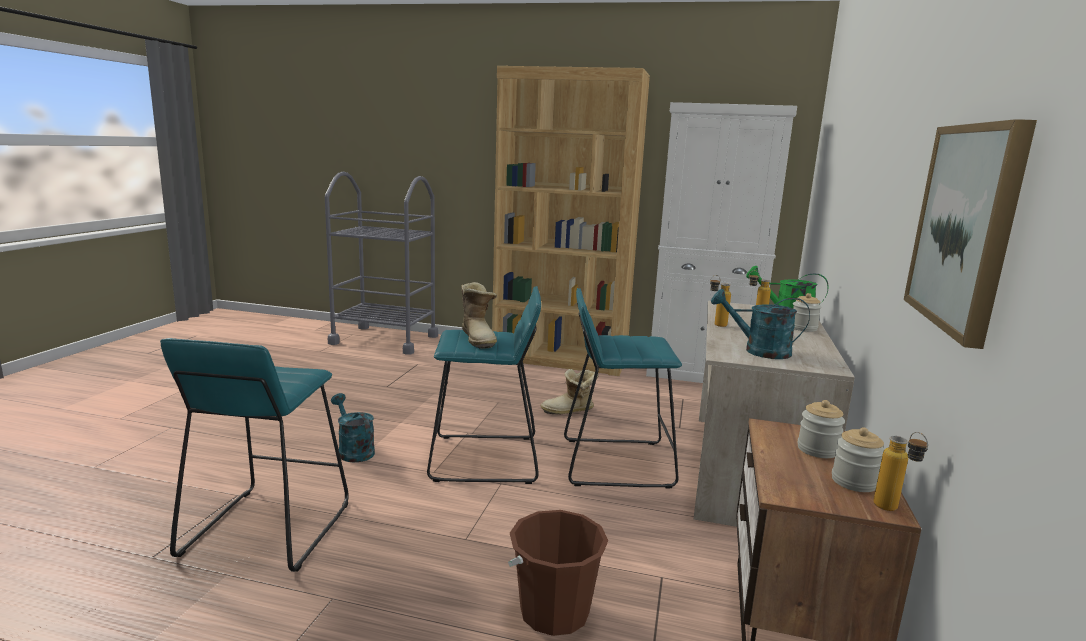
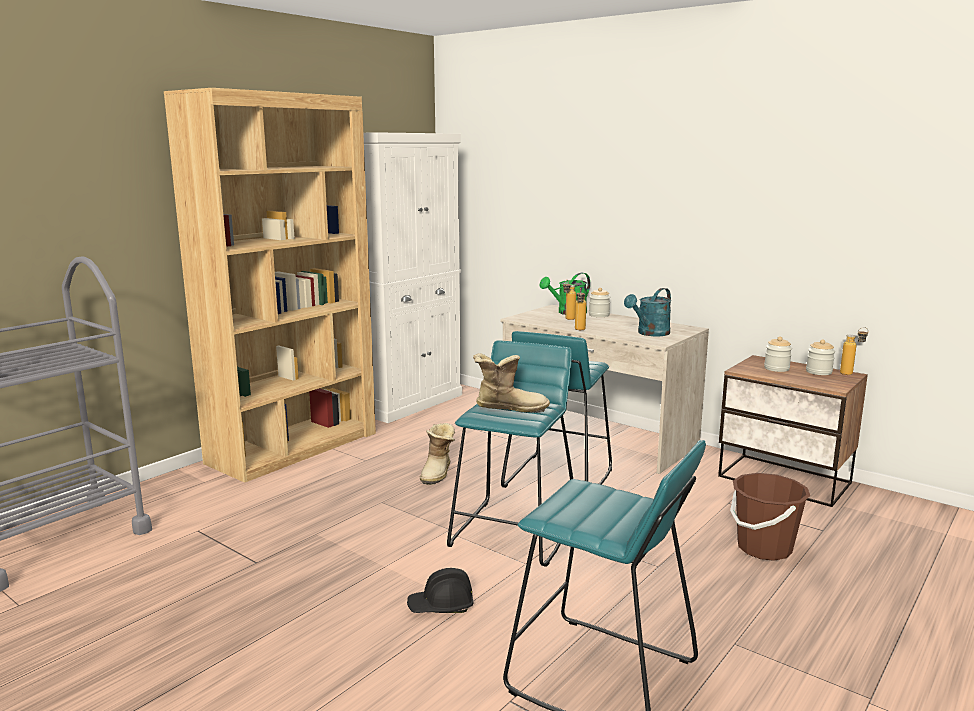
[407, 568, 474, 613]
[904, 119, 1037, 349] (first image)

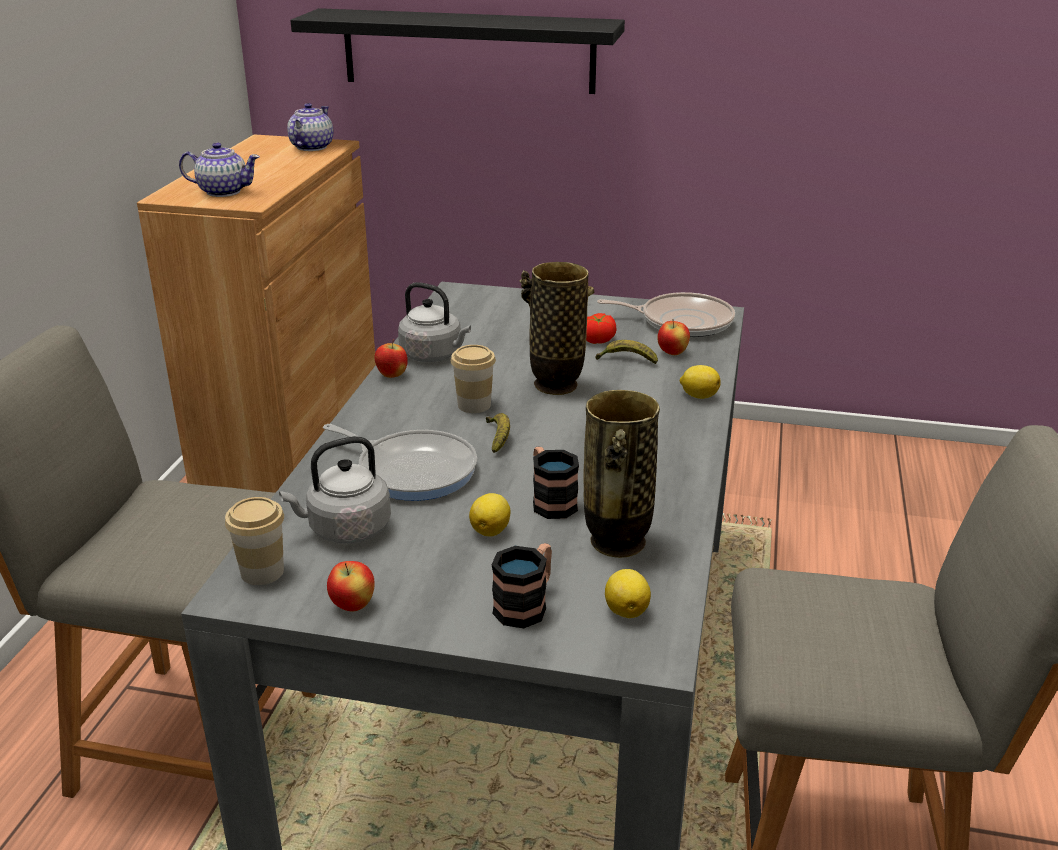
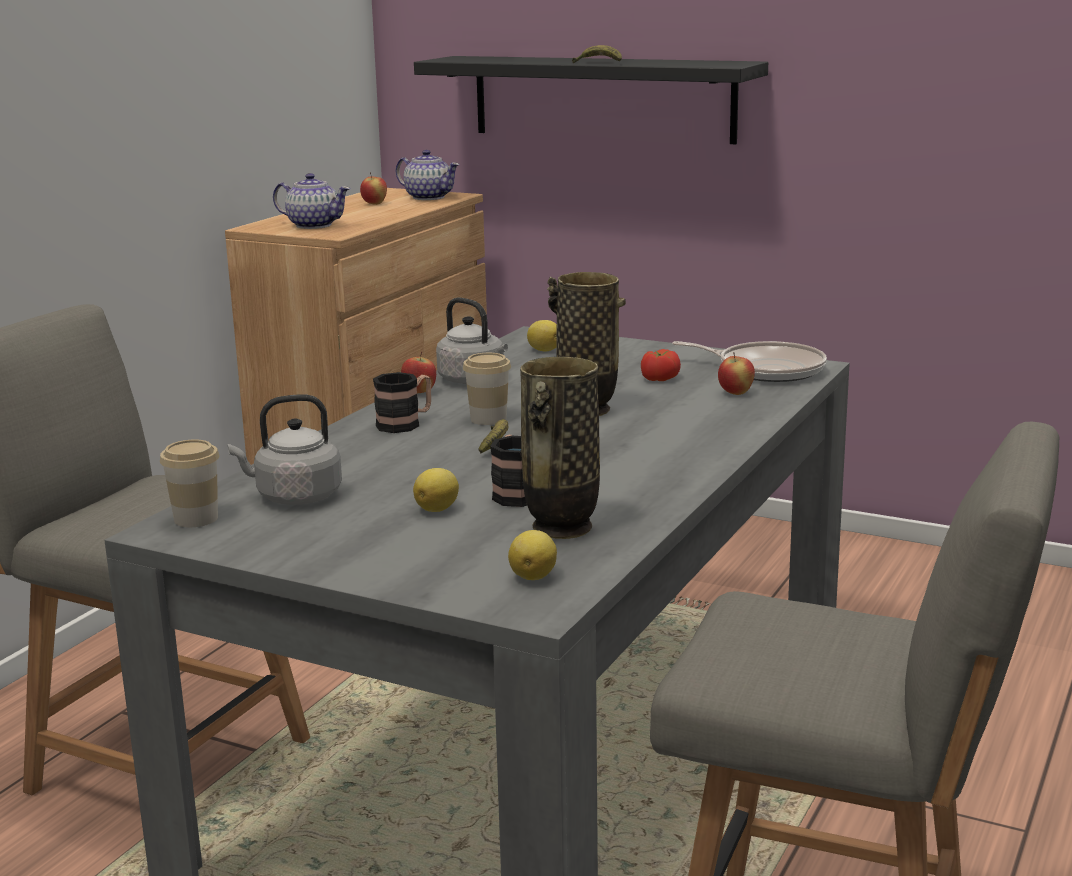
[360, 172, 387, 205]
[373, 372, 431, 433]
[396, 150, 460, 200]
[527, 320, 557, 352]
[572, 45, 622, 63]
[323, 424, 477, 501] (first image)

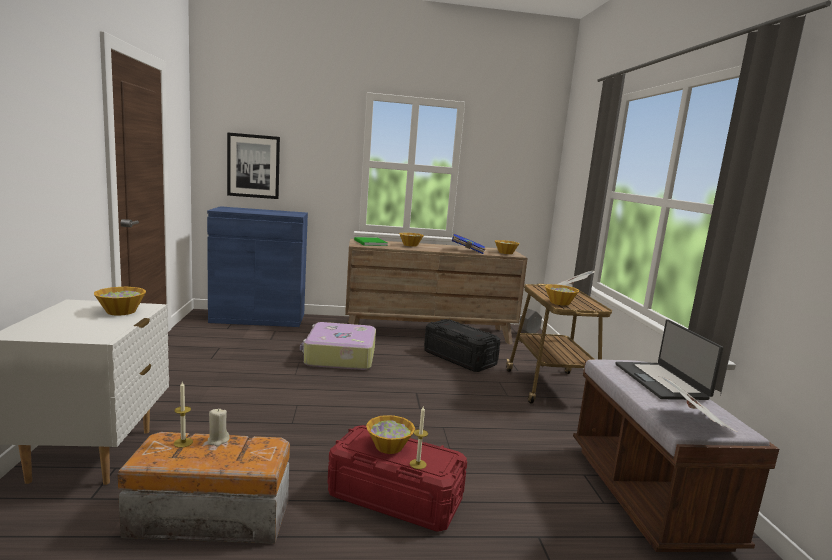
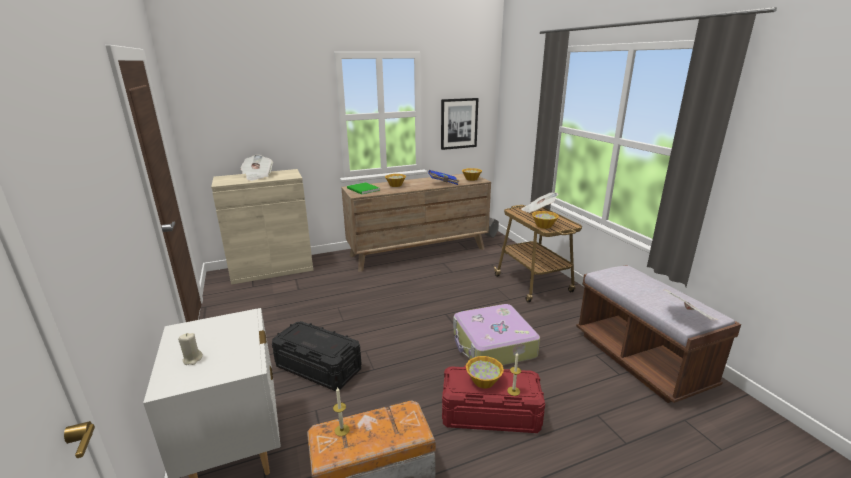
[178, 333, 203, 365]
[211, 169, 313, 285]
[240, 155, 273, 181]
[272, 321, 362, 391]
[441, 98, 479, 150]
[453, 304, 540, 365]
[94, 287, 146, 315] (first image)
[615, 319, 724, 400] (first image)

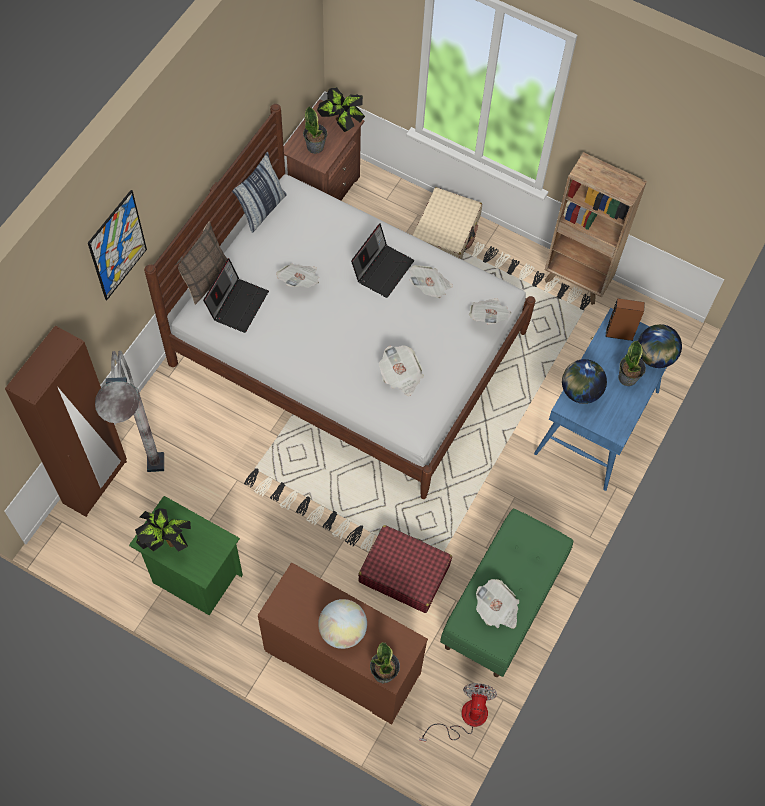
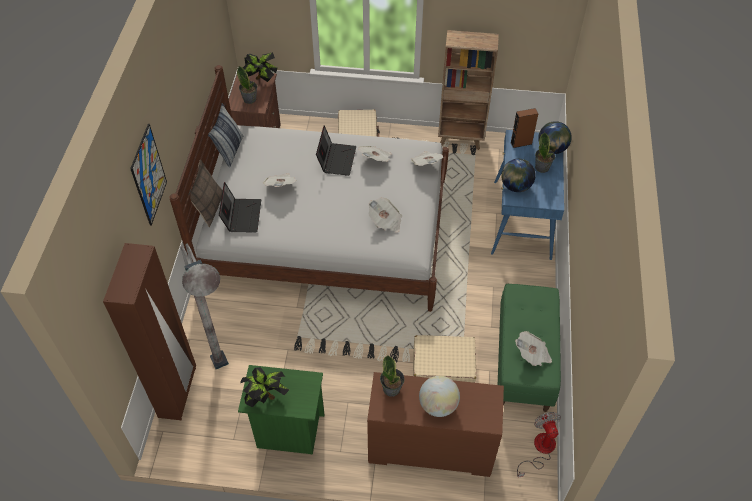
[380, 355, 404, 397]
[413, 335, 476, 383]

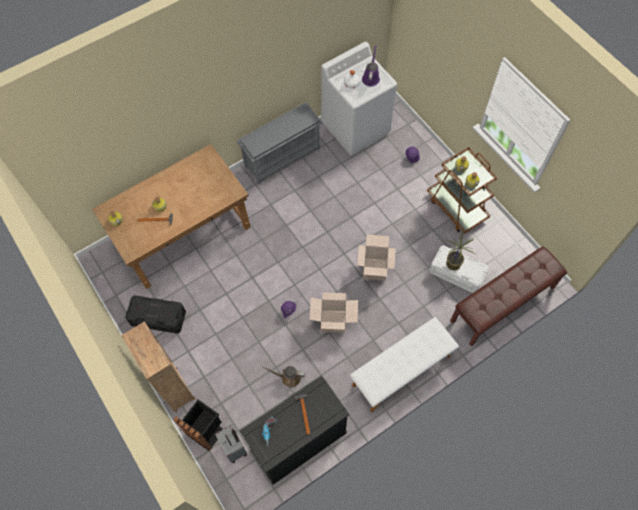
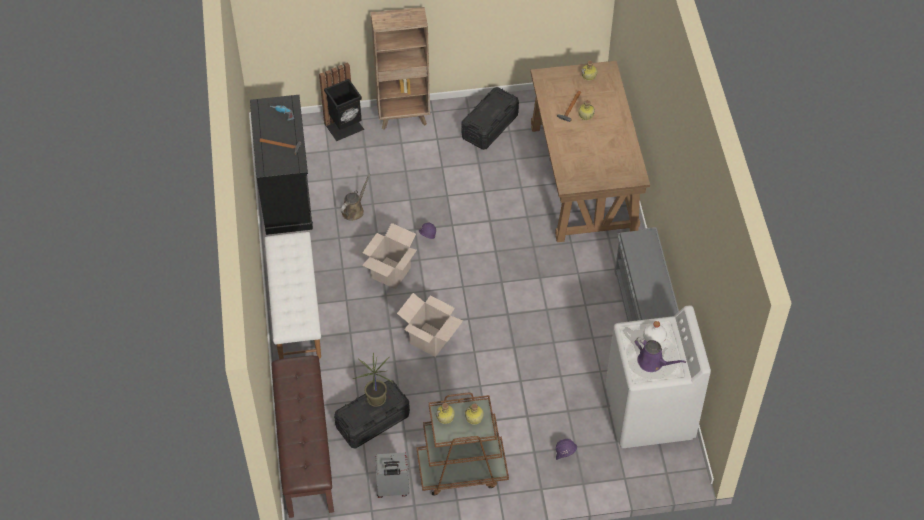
[334, 380, 410, 449]
[375, 452, 410, 498]

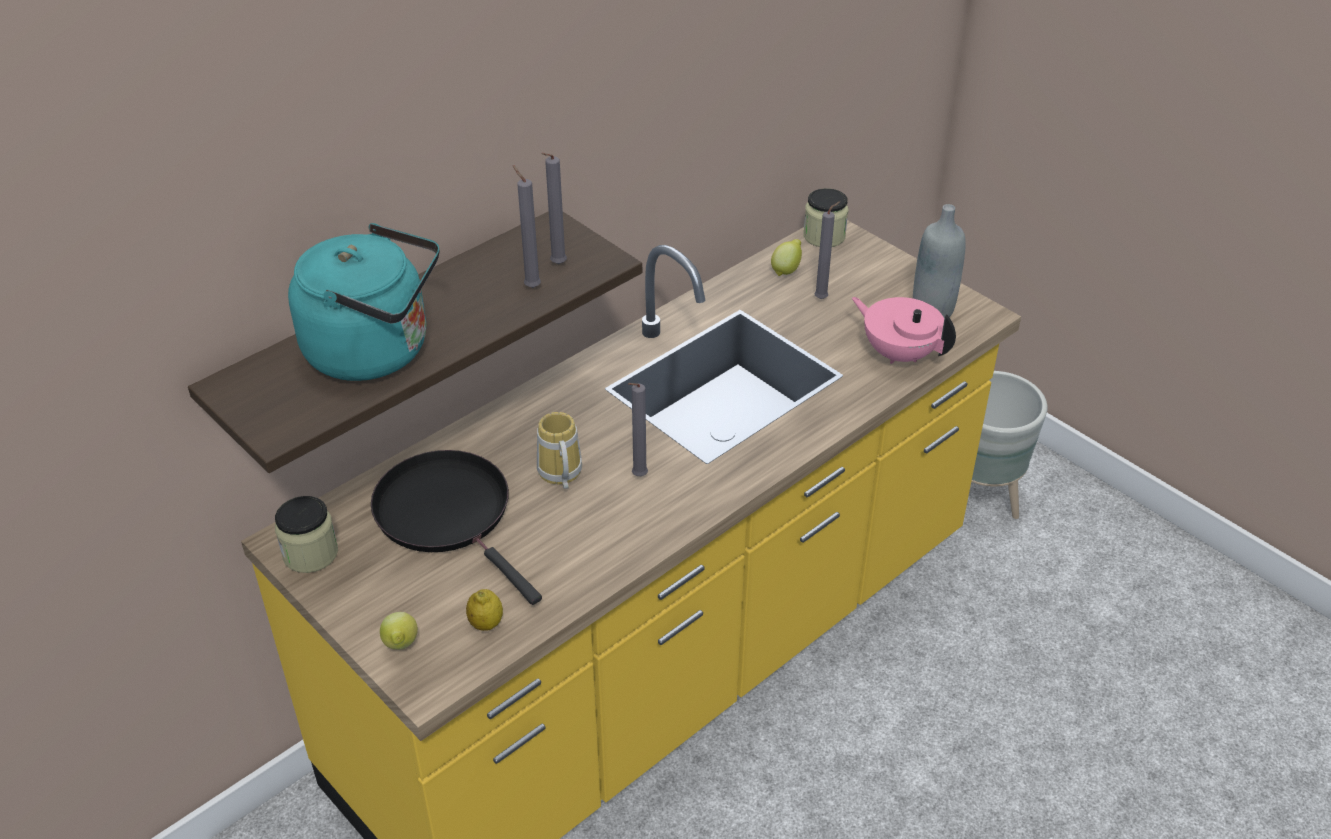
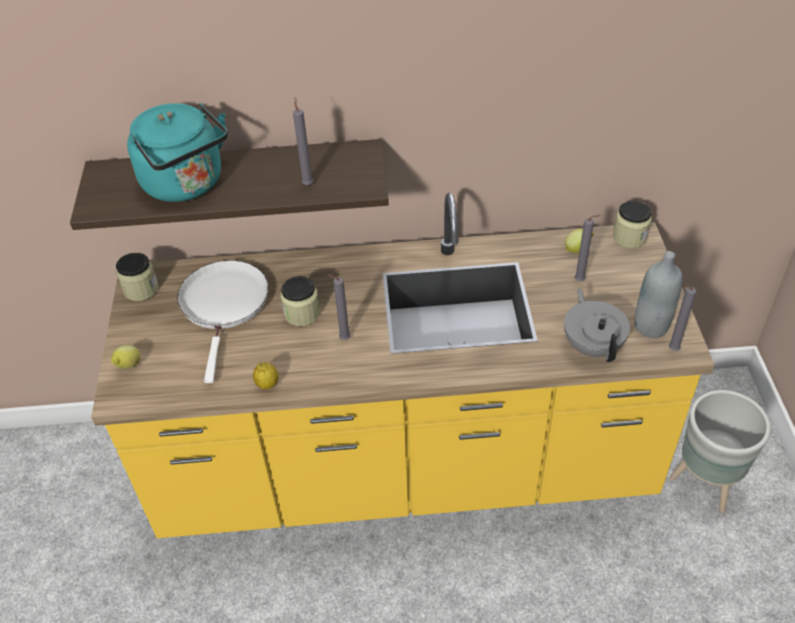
[177, 260, 269, 383]
[253, 362, 278, 389]
[281, 276, 320, 326]
[564, 289, 630, 362]
[669, 285, 696, 351]

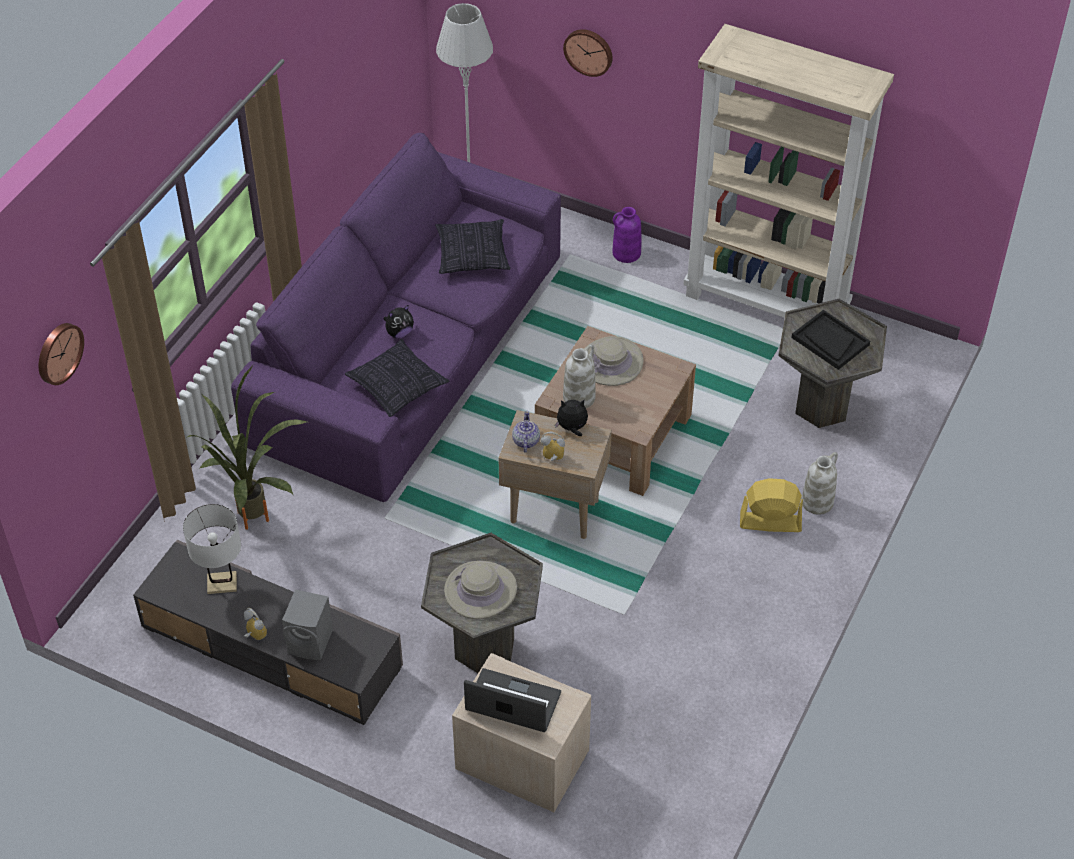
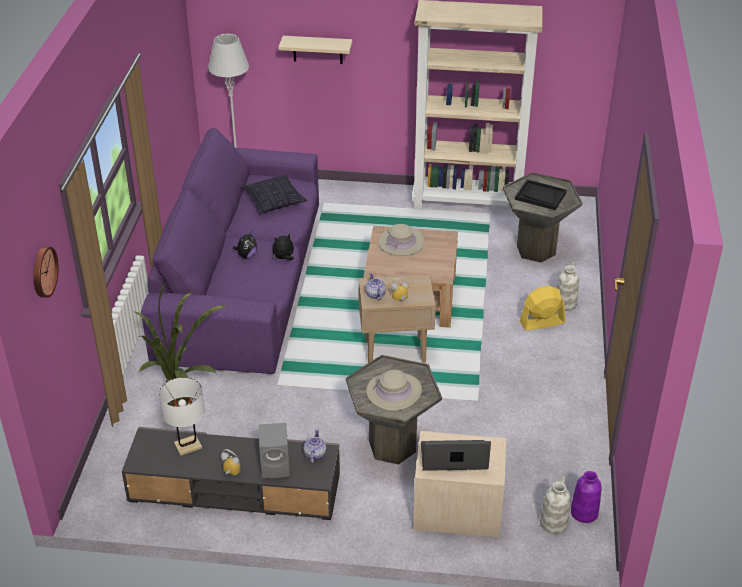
[272, 233, 294, 260]
[278, 36, 353, 64]
[303, 429, 326, 463]
[540, 476, 571, 534]
[571, 471, 602, 523]
[345, 339, 449, 417] (first image)

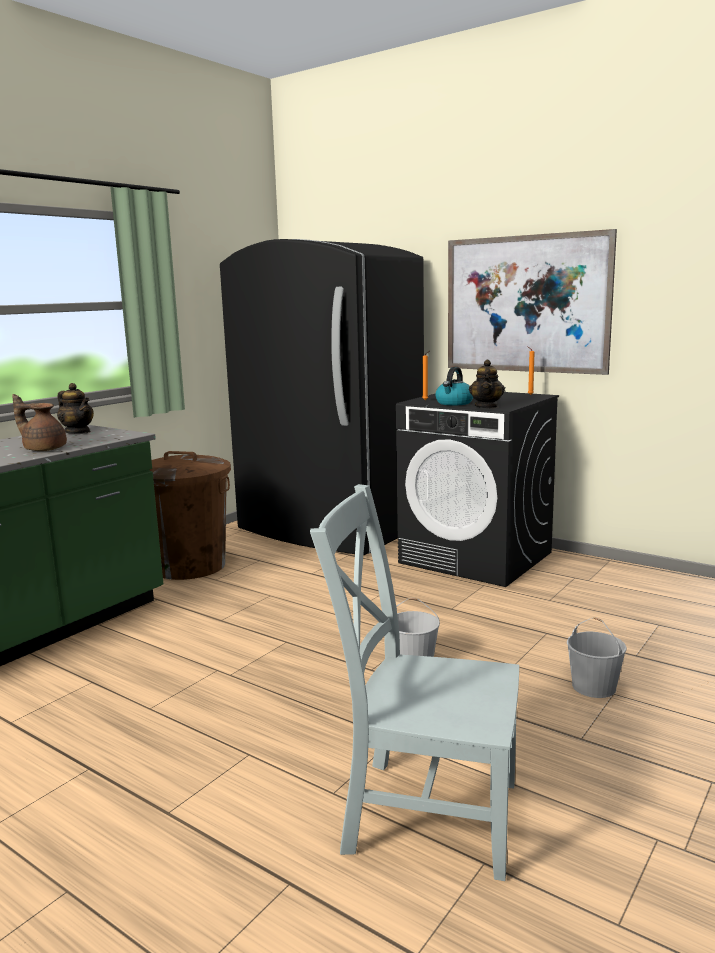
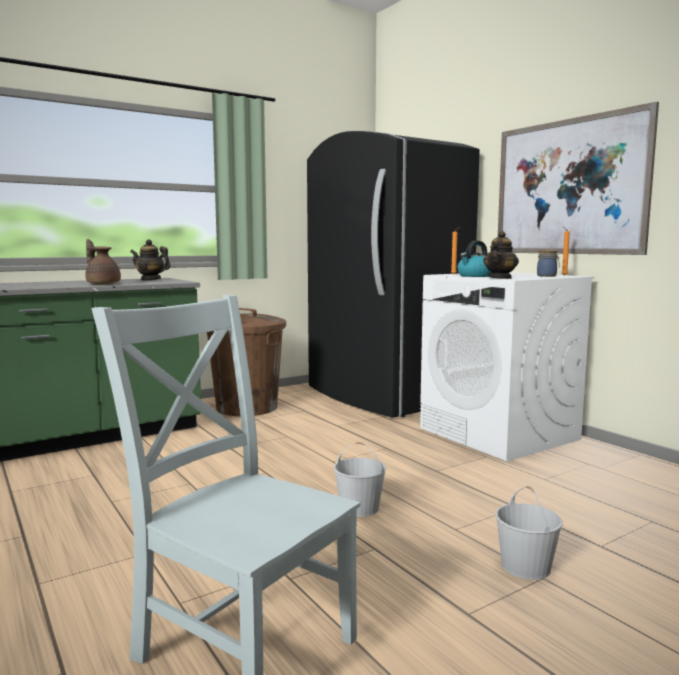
[130, 239, 171, 280]
[420, 272, 594, 461]
[537, 250, 560, 277]

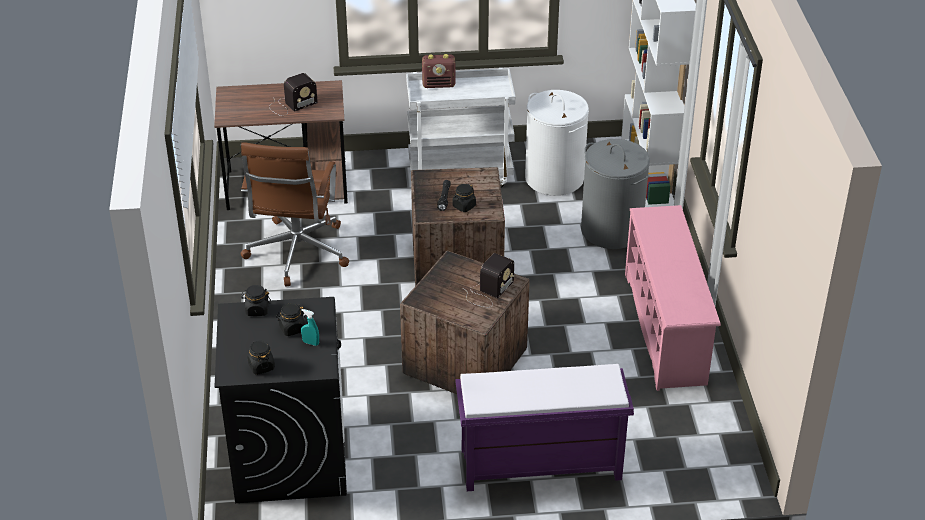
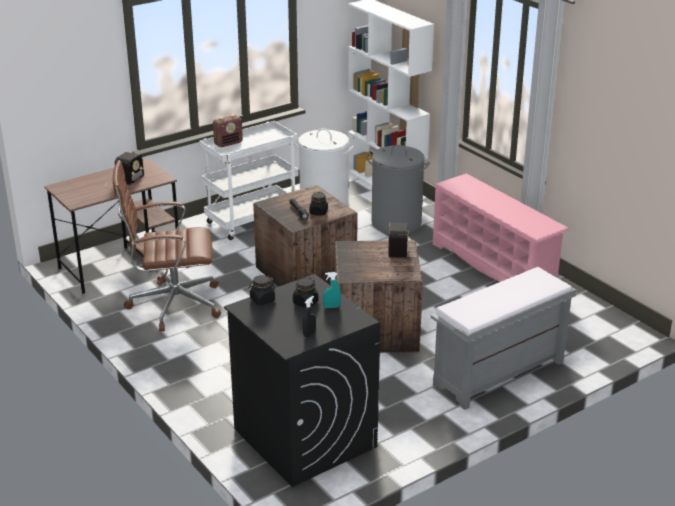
[113, 160, 221, 332]
[303, 296, 316, 337]
[431, 267, 576, 410]

